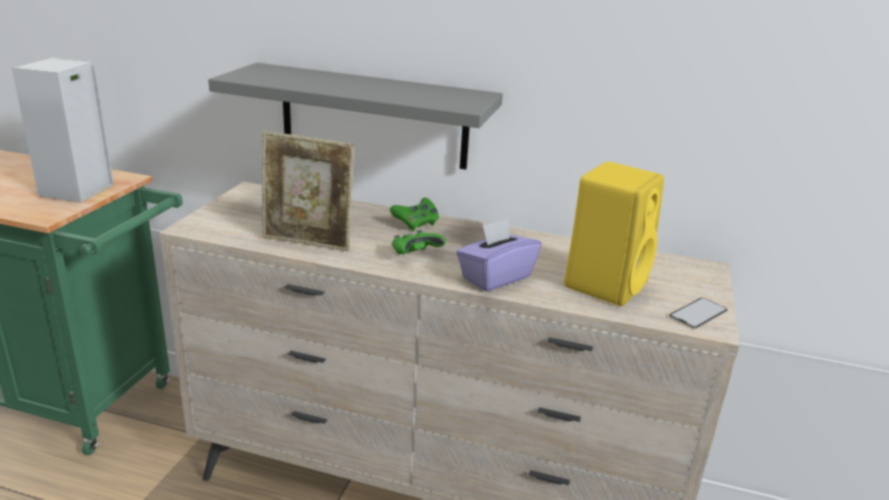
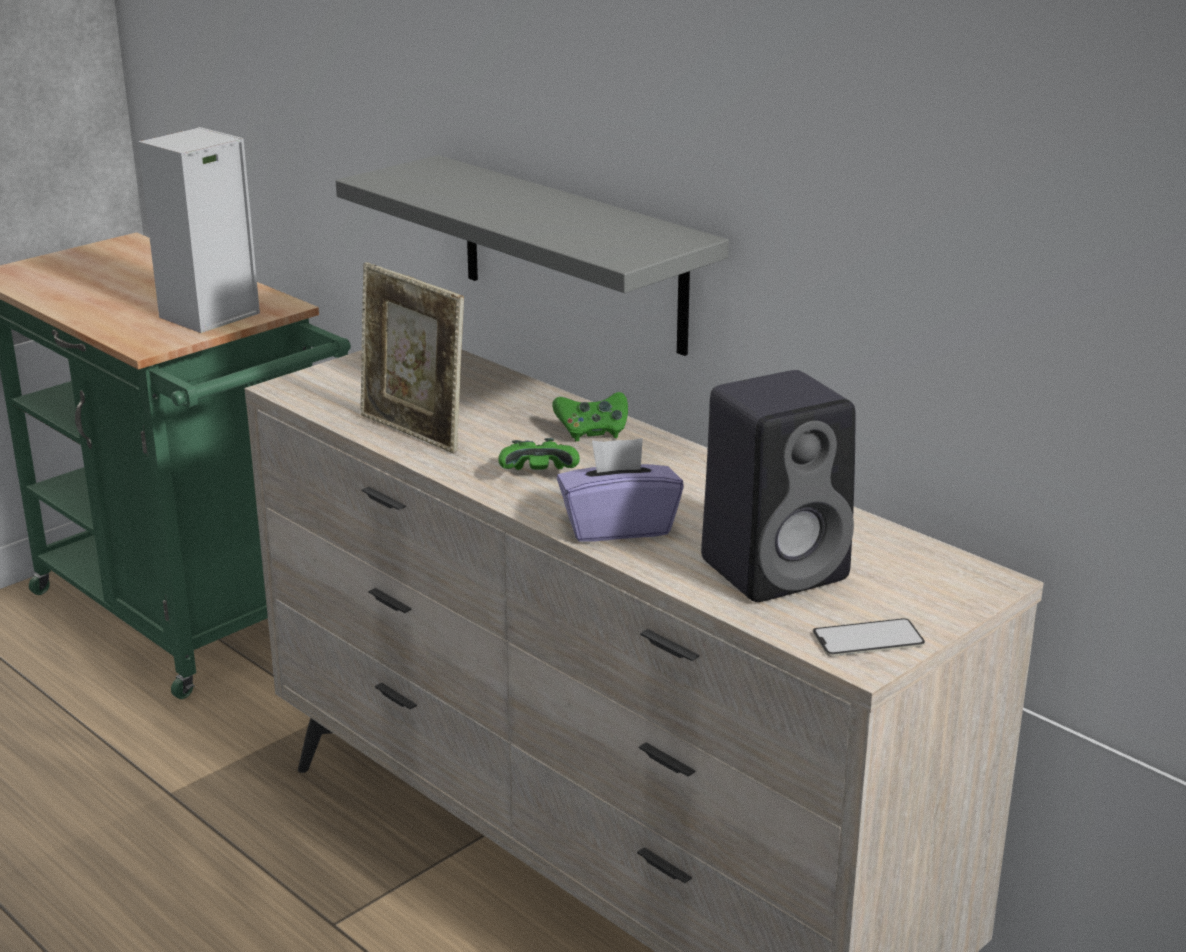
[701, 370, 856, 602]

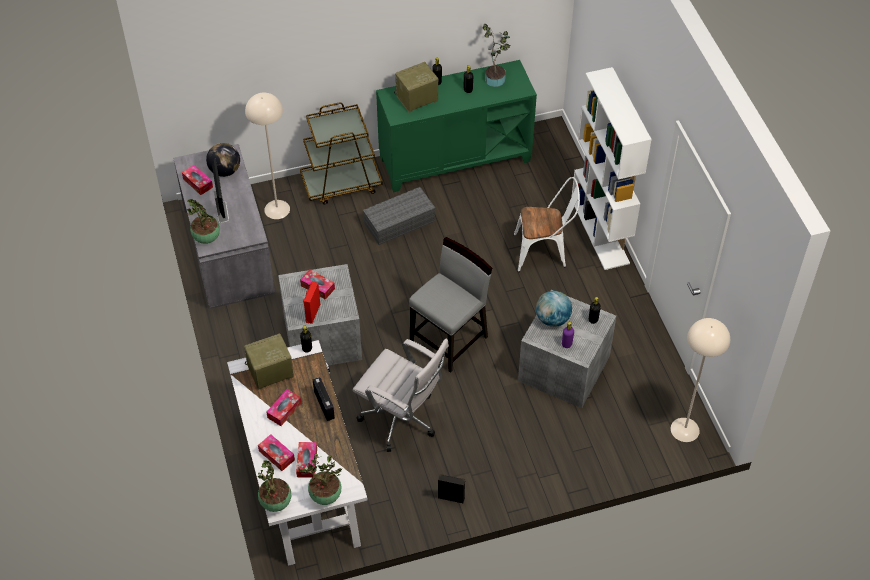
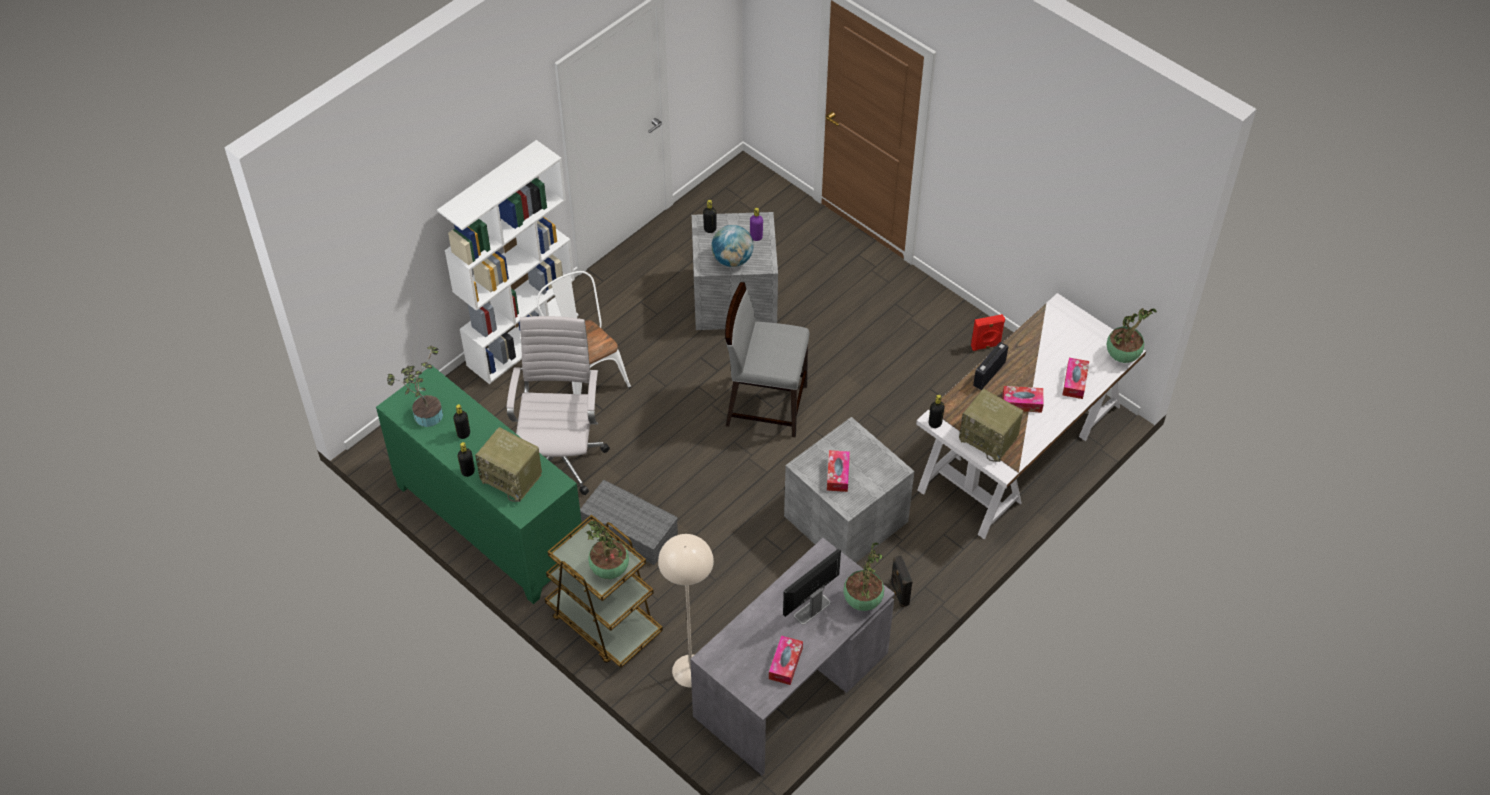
[506, 316, 610, 495]
[586, 521, 629, 579]
[890, 555, 912, 608]
[971, 314, 1005, 351]
[206, 143, 240, 177] (first image)
[296, 442, 317, 478] (first image)
[671, 318, 730, 442] (first image)

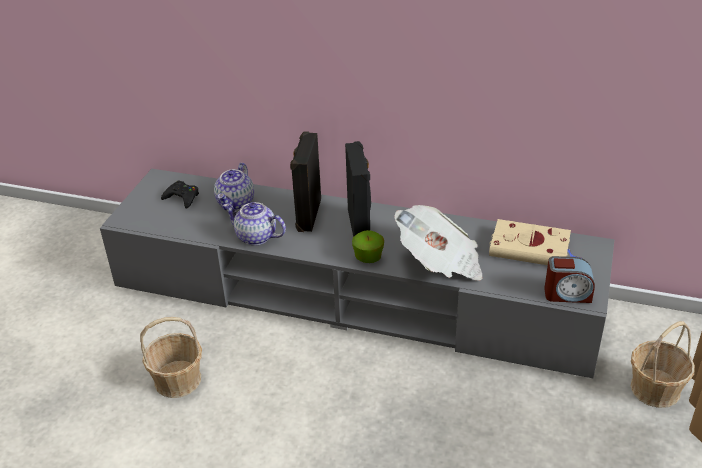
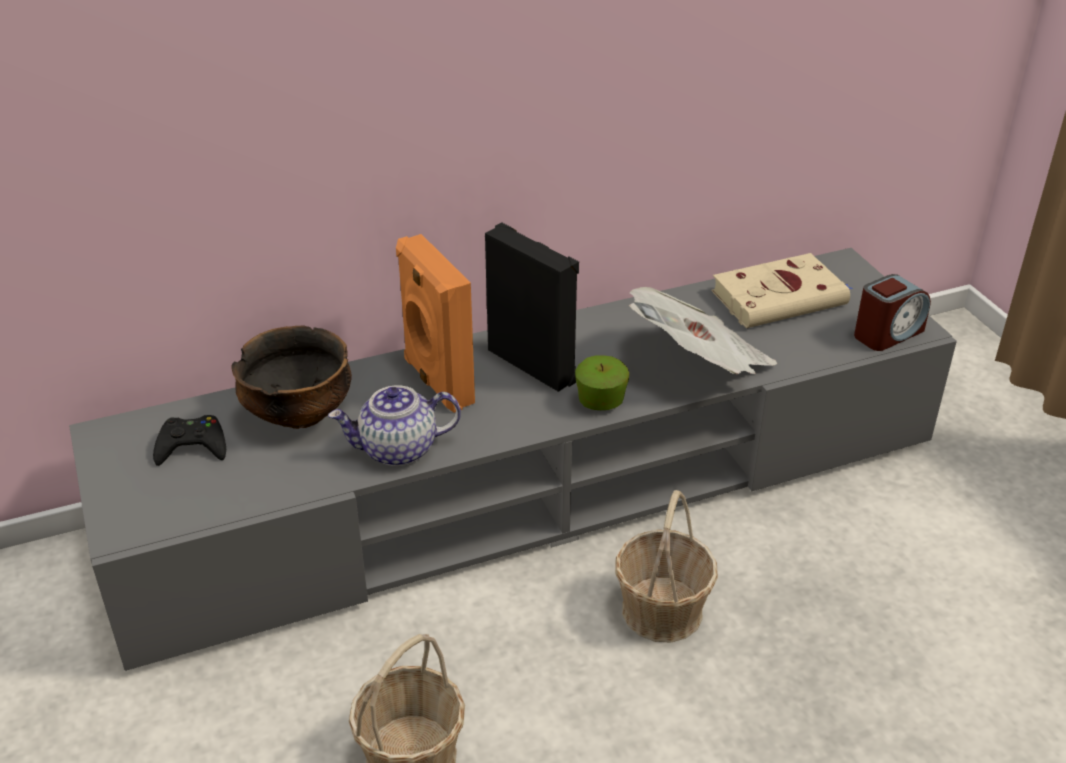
[232, 325, 352, 429]
[396, 234, 475, 413]
[615, 490, 718, 643]

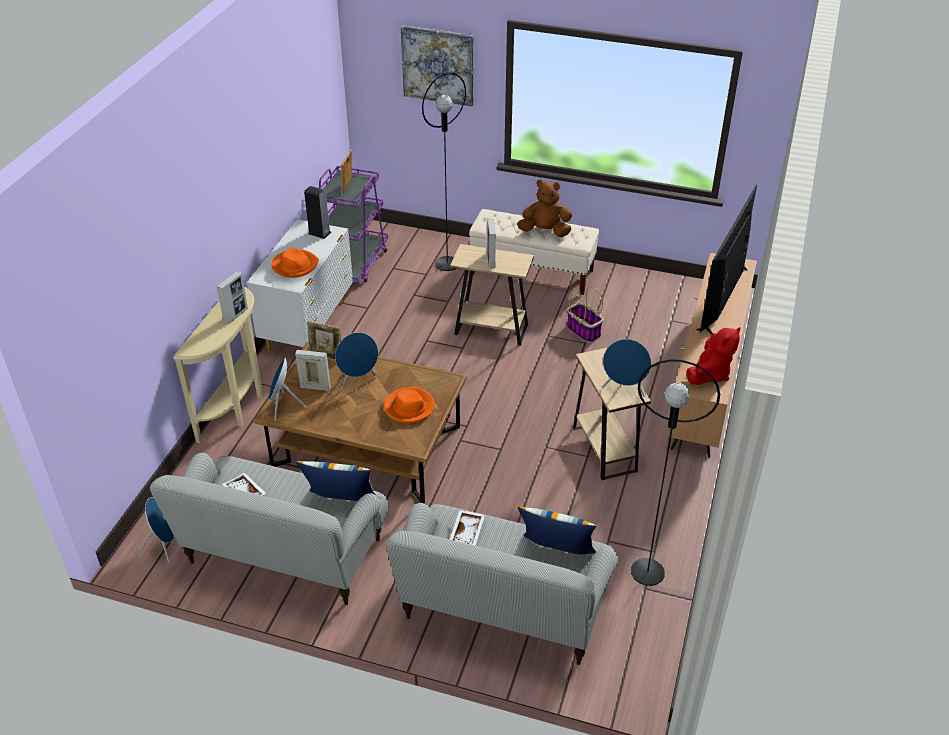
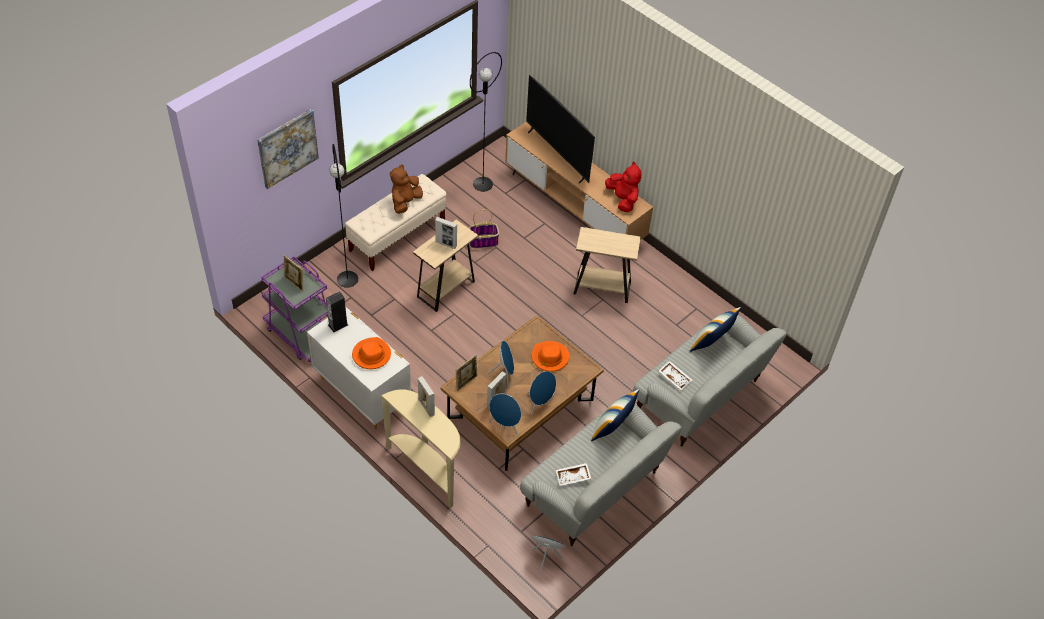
[470, 52, 502, 192]
[527, 371, 556, 415]

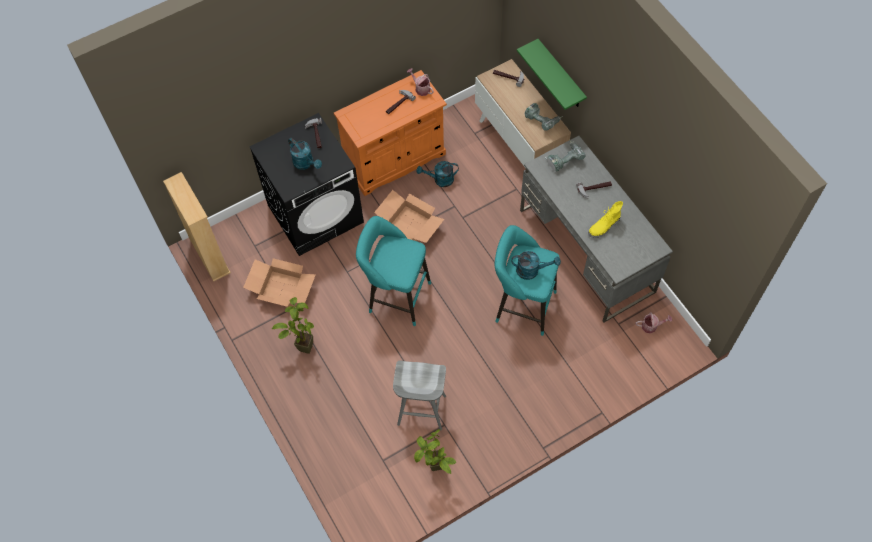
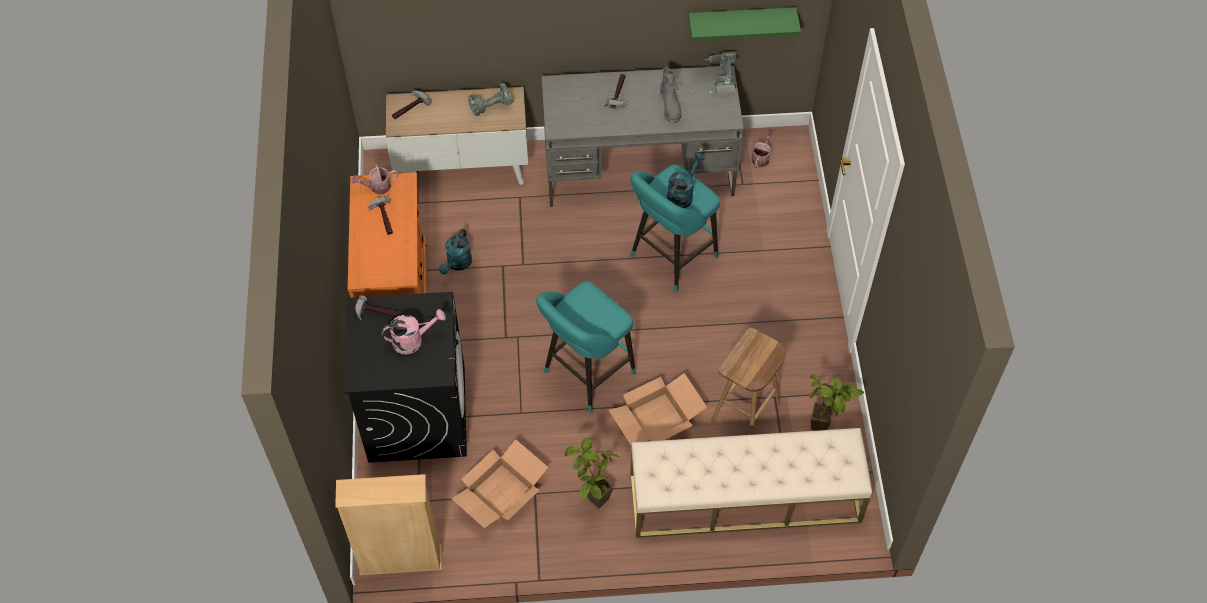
[382, 309, 446, 354]
[609, 373, 707, 445]
[630, 428, 872, 538]
[660, 67, 681, 123]
[688, 7, 801, 40]
[703, 51, 738, 93]
[711, 328, 786, 435]

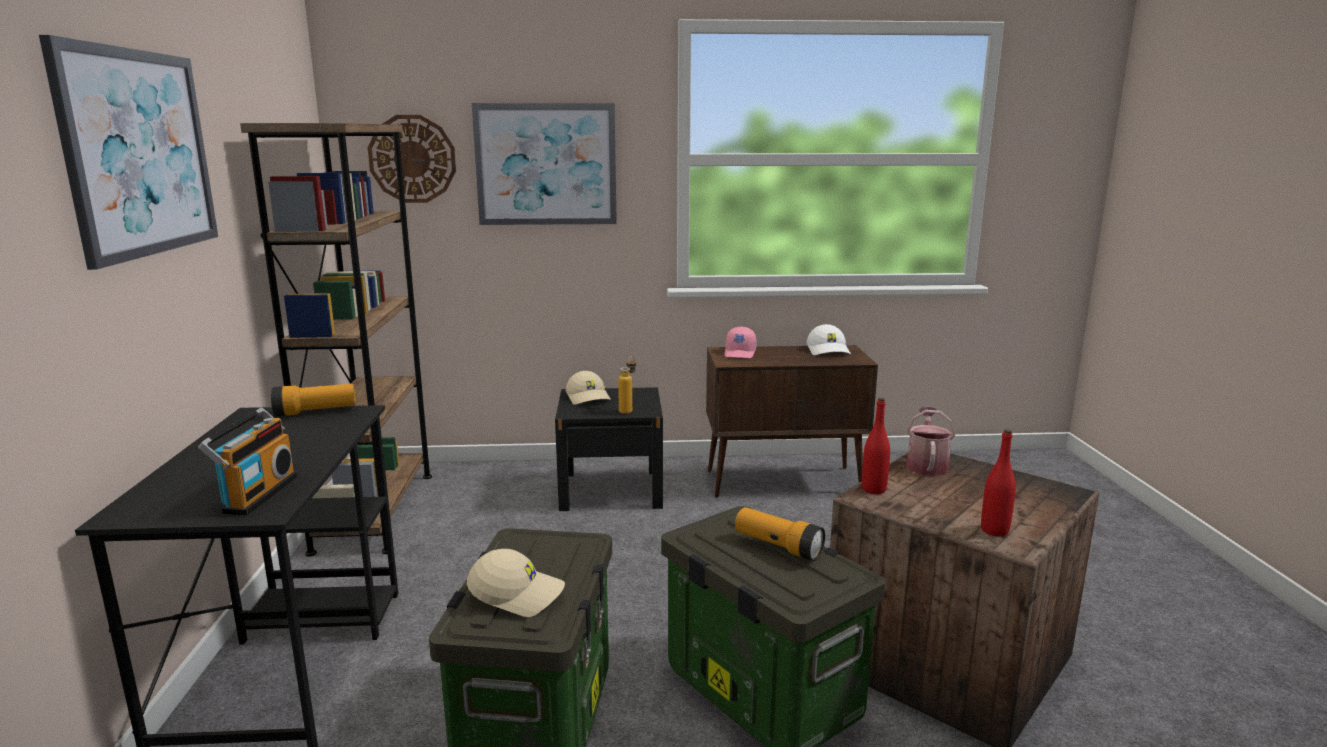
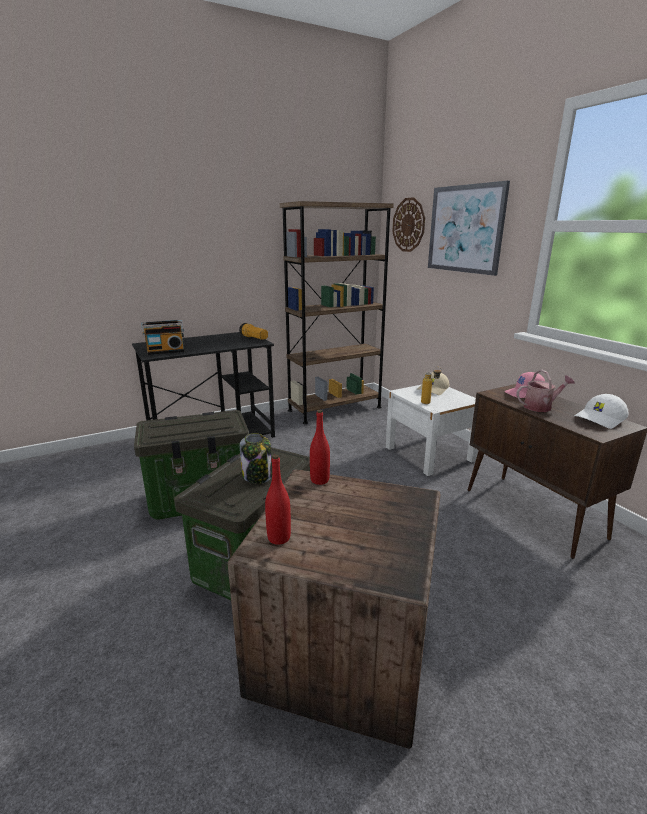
[240, 433, 272, 484]
[386, 385, 478, 476]
[516, 370, 575, 412]
[39, 35, 218, 270] (first image)
[467, 549, 565, 617] (first image)

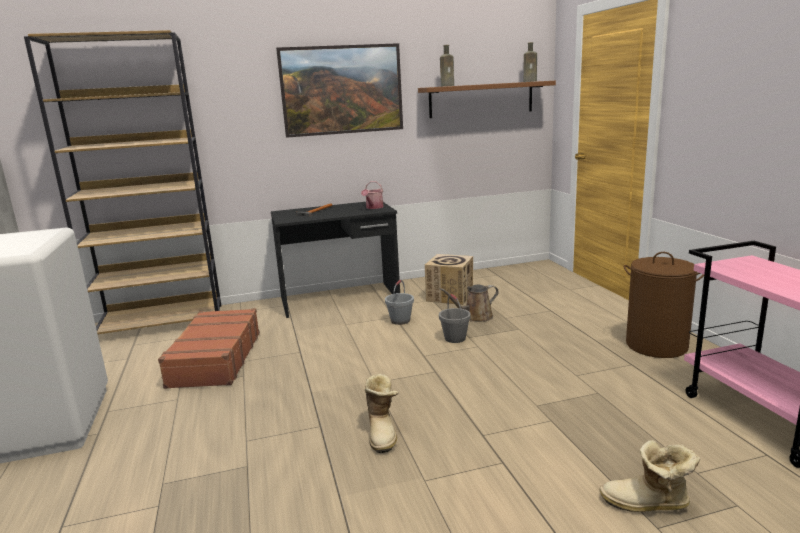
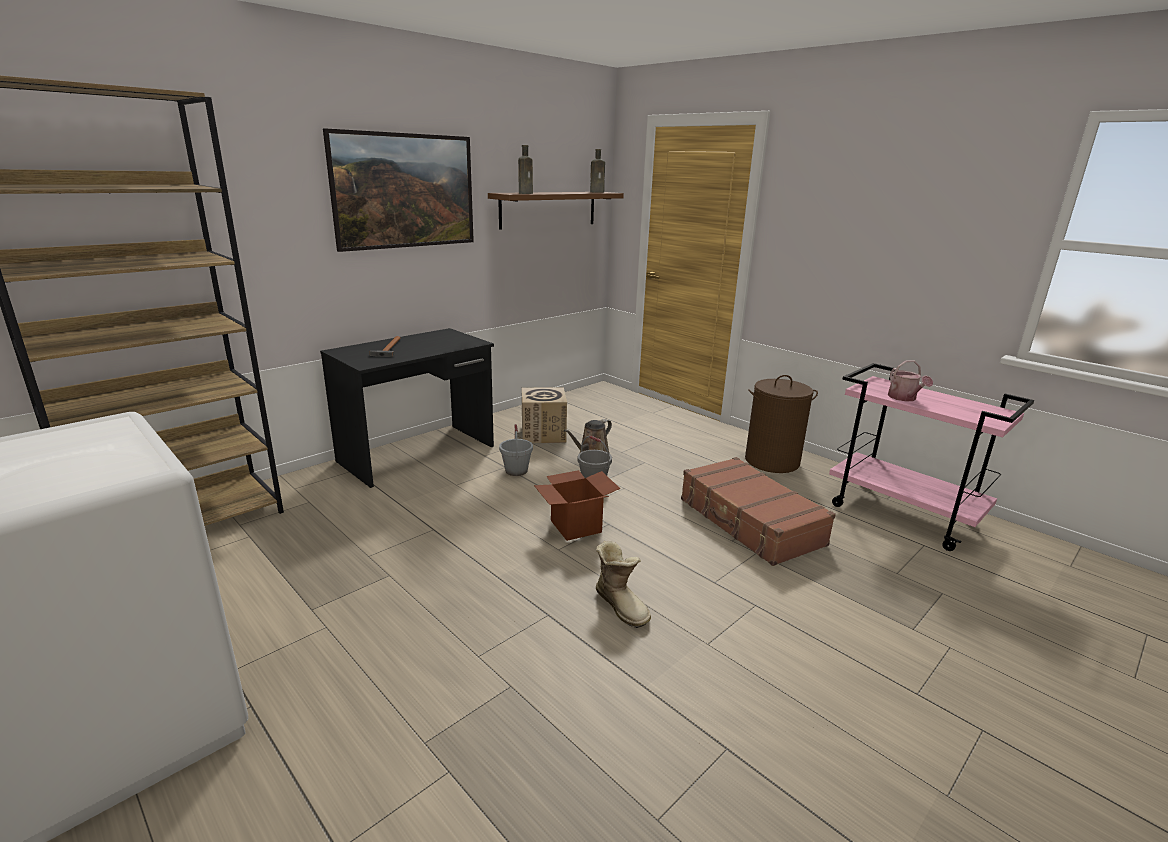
[534, 470, 620, 541]
[681, 457, 836, 566]
[888, 360, 933, 401]
[600, 440, 700, 512] (first image)

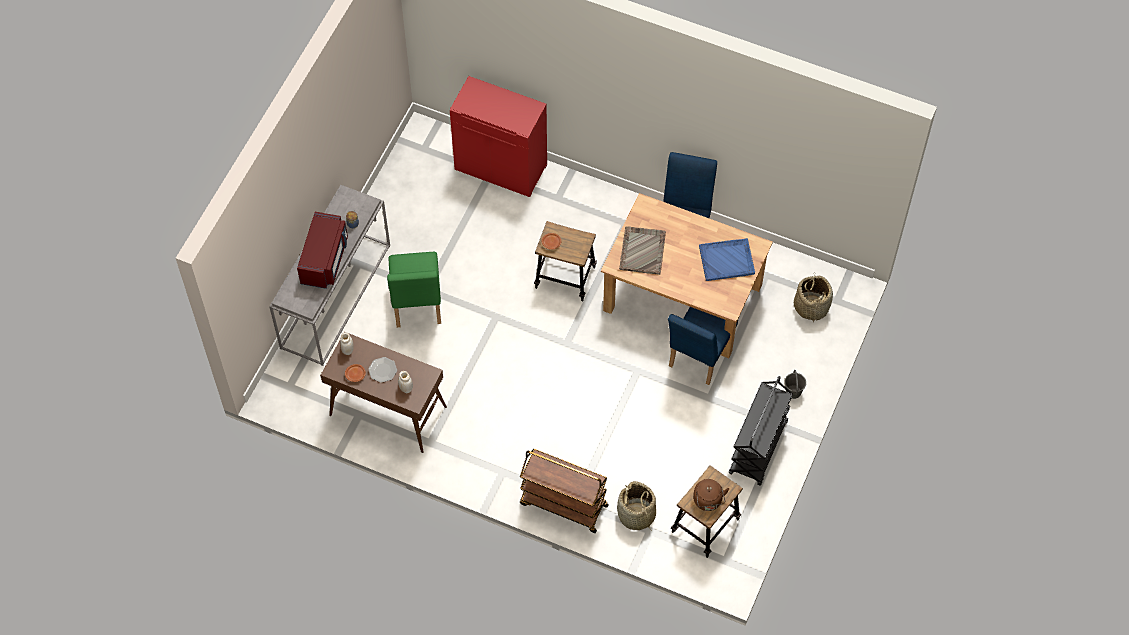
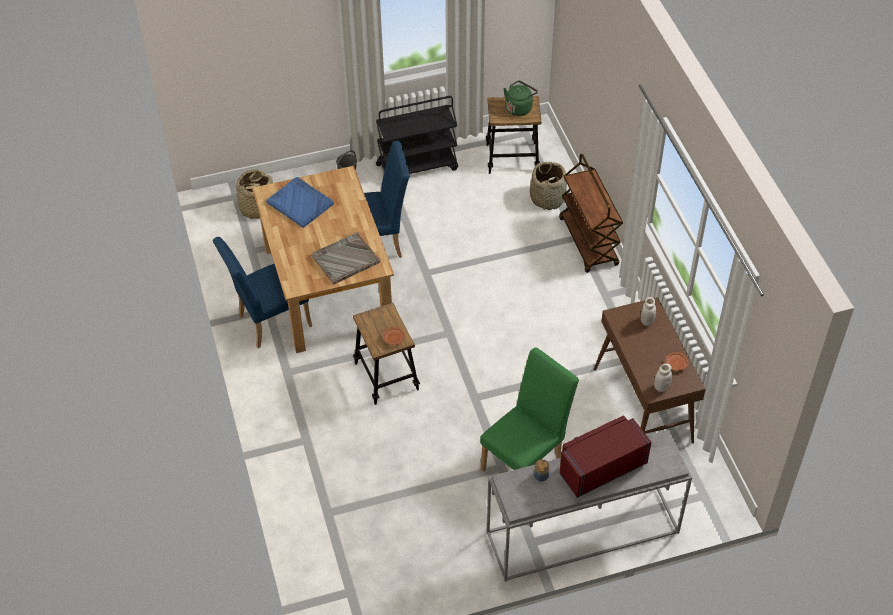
[503, 80, 538, 116]
[368, 357, 397, 383] (first image)
[450, 76, 547, 197] (first image)

